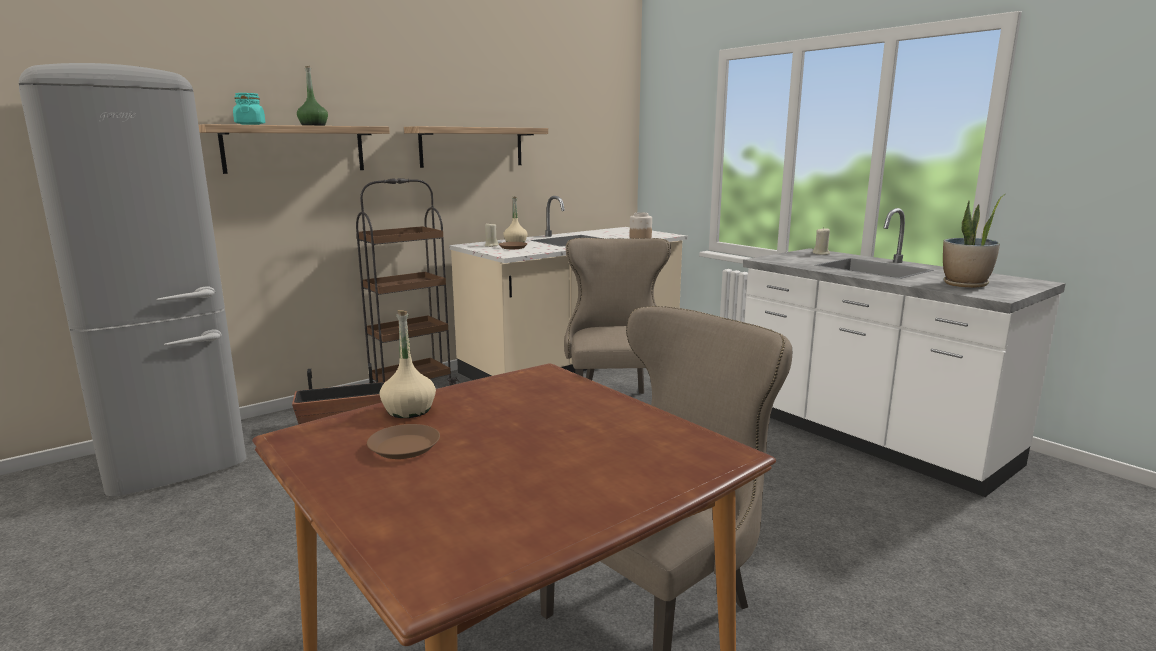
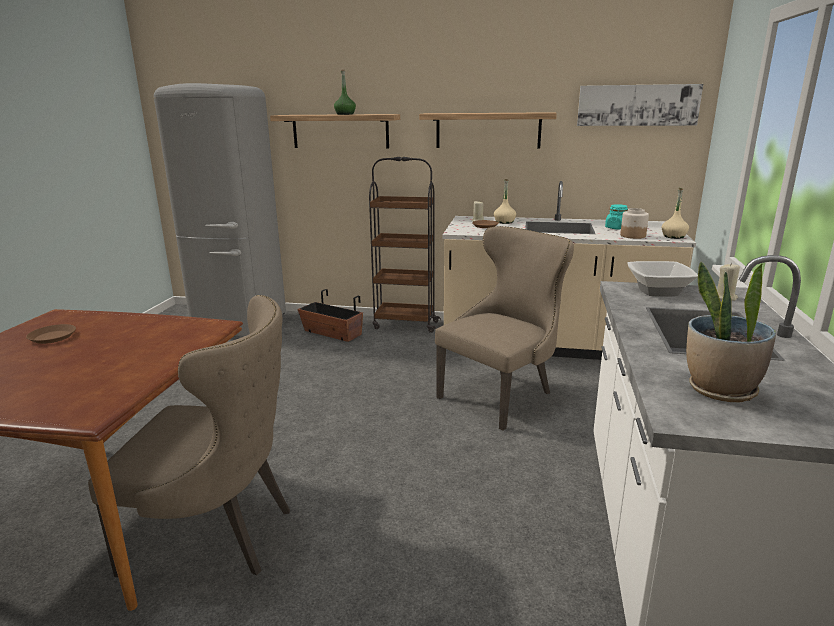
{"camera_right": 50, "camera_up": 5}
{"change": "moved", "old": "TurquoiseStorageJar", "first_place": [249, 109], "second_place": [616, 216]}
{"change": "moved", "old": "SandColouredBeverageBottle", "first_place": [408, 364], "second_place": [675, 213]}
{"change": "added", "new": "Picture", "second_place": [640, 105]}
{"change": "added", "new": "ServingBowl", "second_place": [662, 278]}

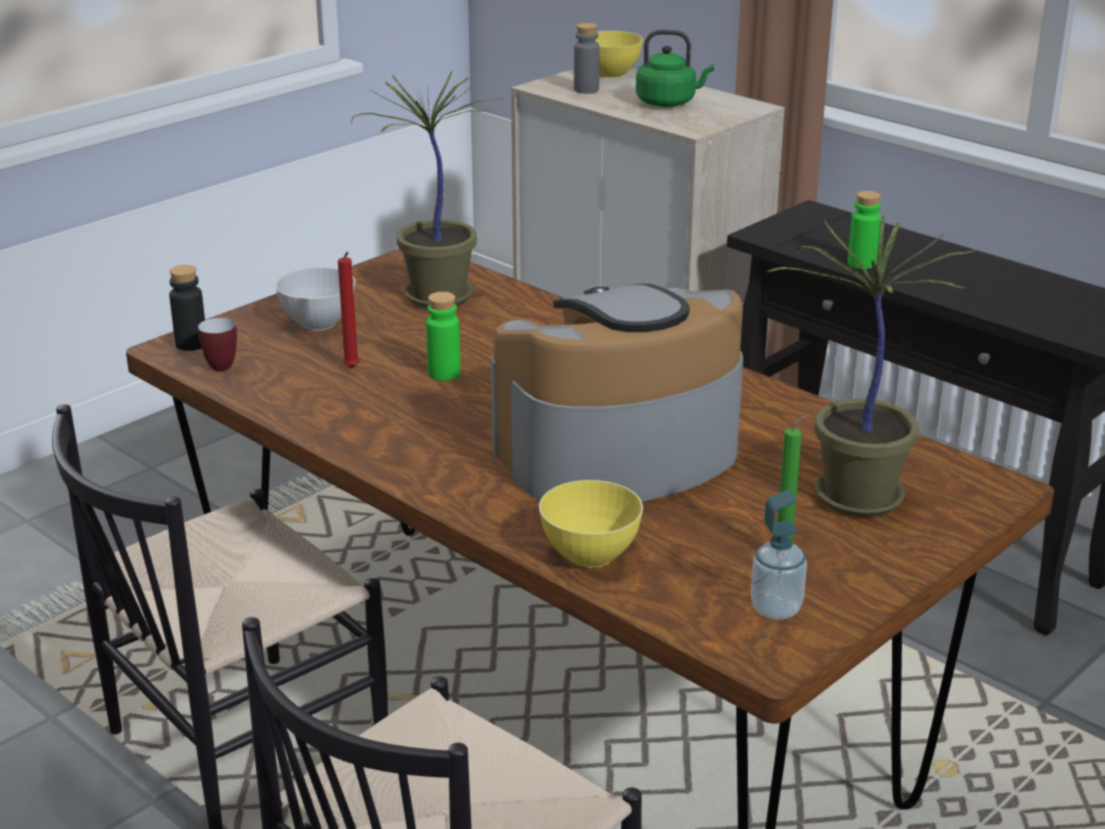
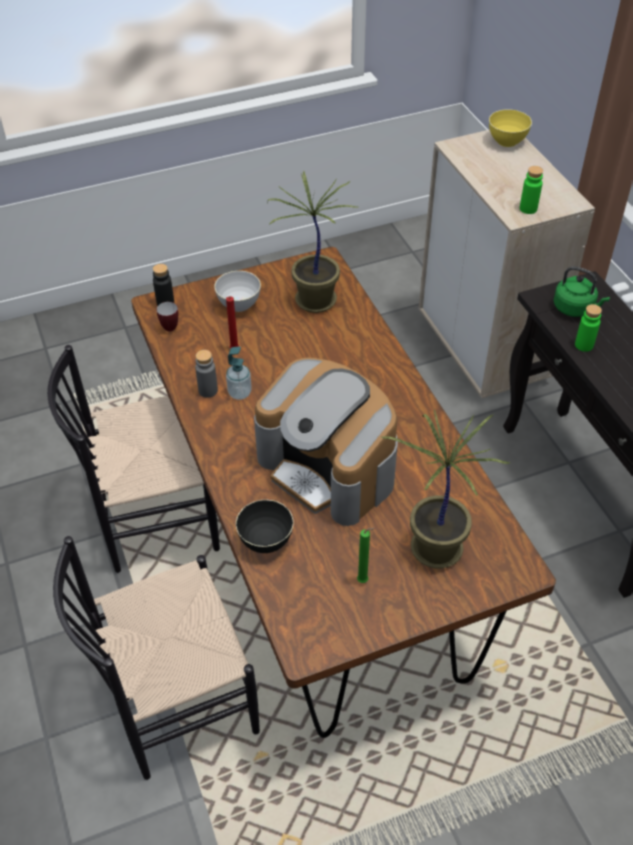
{"camera_right": 25, "camera_up": 20}
{"change": "moved", "old": "GreyishBeverageBottle", "first_place": [587, 58], "second_place": [206, 374]}
{"change": "moved", "old": "GreenKettle", "first_place": [675, 68], "second_place": [581, 291]}
{"change": "turned", "old": "CoffeeMaker", "first_place": [617, 392], "second_place": [326, 441], "degrees": -135}
{"change": "moved", "old": "GreenBeverageBottle", "first_place": [443, 336], "second_place": [531, 190]}
{"change": "recoloured", "old": "YellowServingBowl", "new": "BlackishServingBowl", "first_place": [591, 524], "second_place": [265, 526]}
{"change": "moved", "old": "LiquidSoapBottle", "first_place": [779, 555], "second_place": [239, 373]}

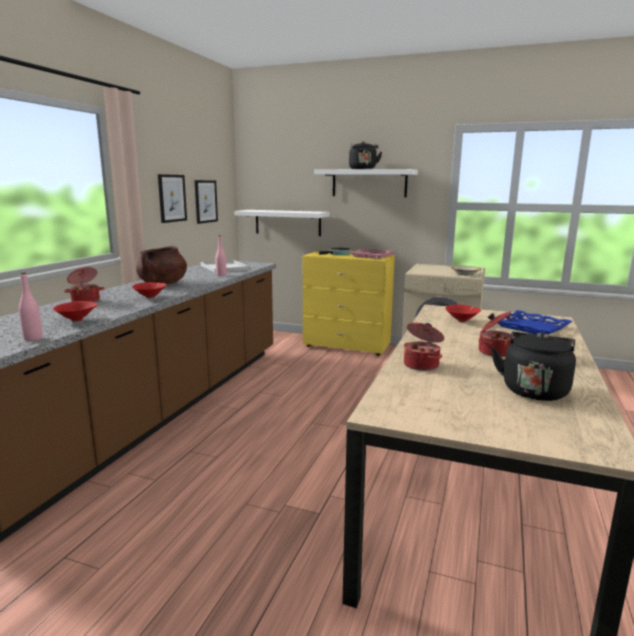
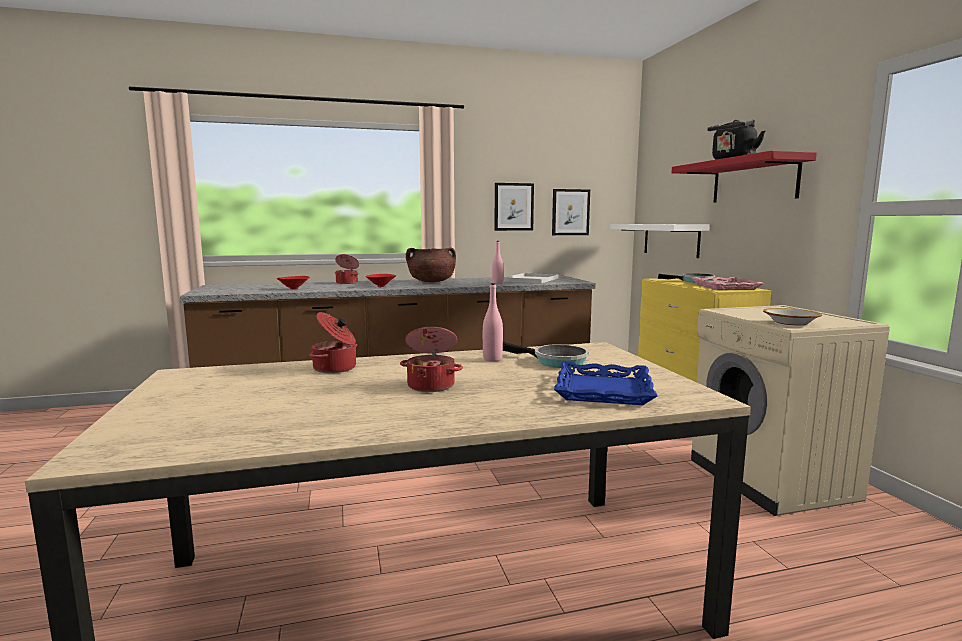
{"camera_right": 55, "camera_up": -5}
{"change": "recoloured", "old": "WhiteColouredBracketShelf", "new": "ReddishBracketShelf", "first_place": [366, 183], "second_place": [744, 176]}
{"change": "moved", "old": "PinkishBeverageBottle", "first_place": [30, 306], "second_place": [493, 322]}
{"change": "replaced", "old": "ReddishServingBowl", "new": "Pan", "first_place": [463, 314], "second_place": [546, 355]}
{"change": "removed", "old": "BlackishKettle", "first_place": [533, 366]}

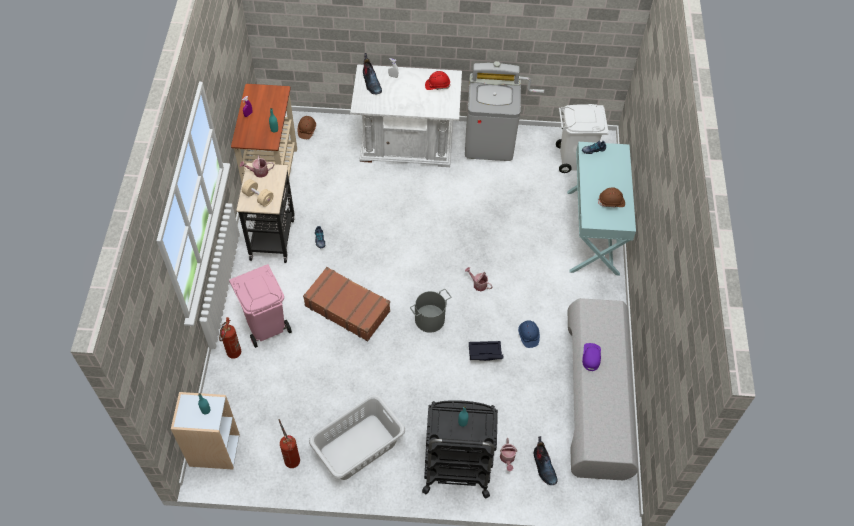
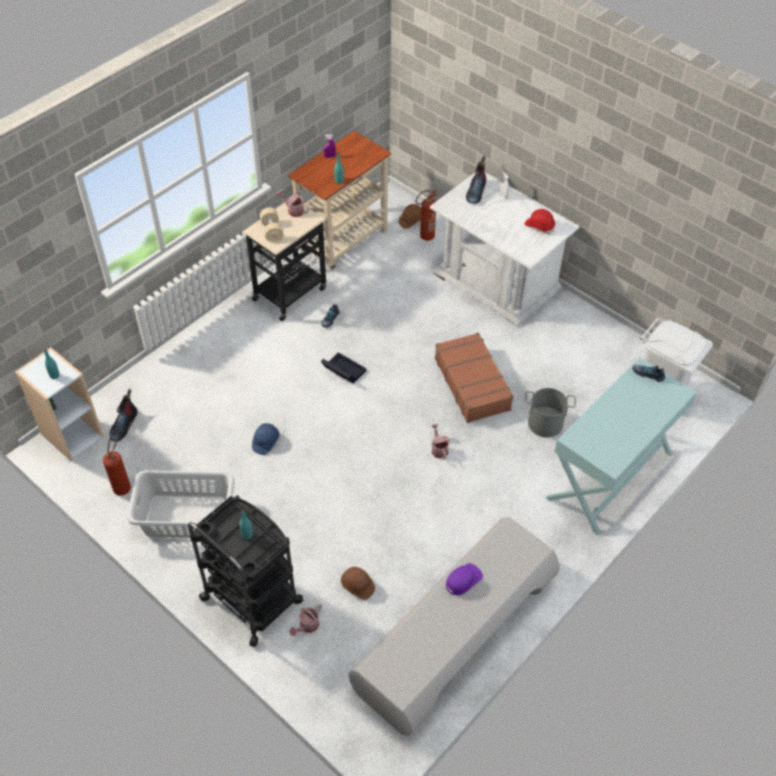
{"camera_right": 40, "camera_up": -5}
{"change": "removed", "old": "GreyishLaundryAppliance", "first_place": [504, 111]}
{"change": "moved", "old": "BrownColouredSafetyHelmet", "first_place": [611, 197], "second_place": [358, 583]}
{"change": "removed", "old": "PinkishRubbishBin", "first_place": [260, 306]}
{"change": "moved", "old": "BrownColouredPieceOfLuggage", "first_place": [346, 304], "second_place": [474, 378]}
{"change": "moved", "old": "GreyishPail", "first_place": [430, 311], "second_place": [550, 413]}
{"change": "moved", "old": "FireExtinguisher", "first_place": [230, 338], "second_place": [427, 215]}
{"change": "moved", "old": "BlueSafetyHelmet", "first_place": [529, 334], "second_place": [266, 439]}
{"change": "moved", "old": "BlackishStorageBin", "first_place": [486, 351], "second_place": [343, 368]}
{"change": "moved", "old": "HighTopBoot", "first_place": [545, 460], "second_place": [124, 415]}

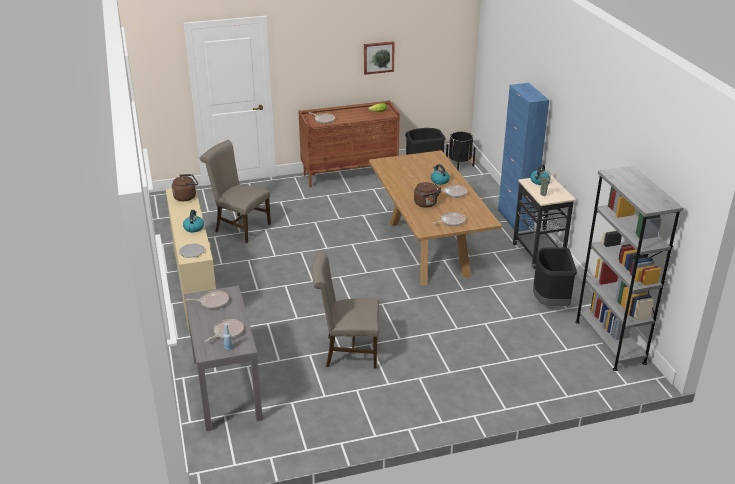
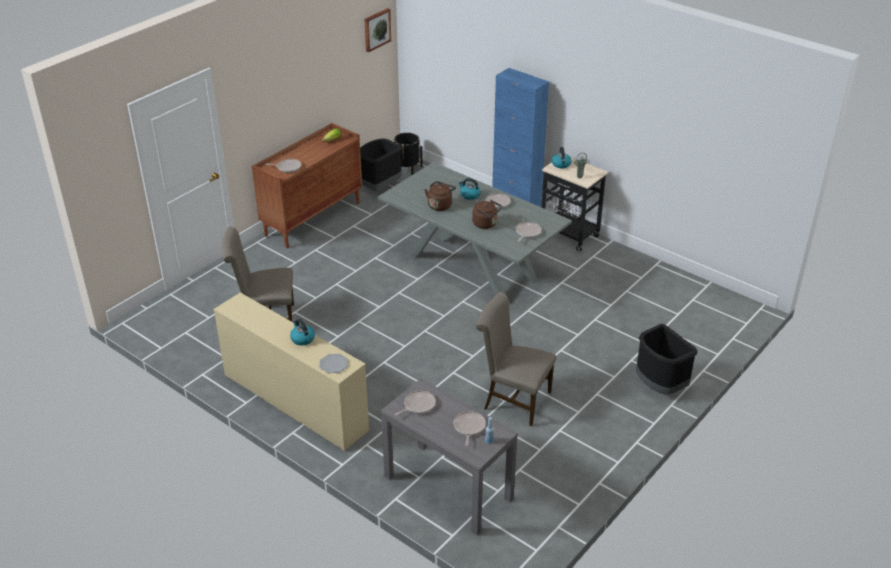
{"camera_right": -35, "camera_up": 5}
{"change": "moved", "old": "Picture", "first_place": [379, 58], "second_place": [378, 30]}
{"change": "recoloured", "old": "BrownColouredDiningTable", "new": "GreyishDiningTable", "first_place": [435, 217], "second_place": [475, 233]}
{"change": "removed", "old": "GreyishShelvingUnit", "first_place": [629, 268]}
{"change": "moved", "old": "BrownColouredKettle", "first_place": [185, 187], "second_place": [440, 196]}
{"change": "moved", "old": "BlackishRubbishBin", "first_place": [555, 276], "second_place": [667, 359]}
{"change": "turned", "old": "SandColouredPlainChair", "first_place": [345, 310], "second_place": [516, 359], "degrees": 60}

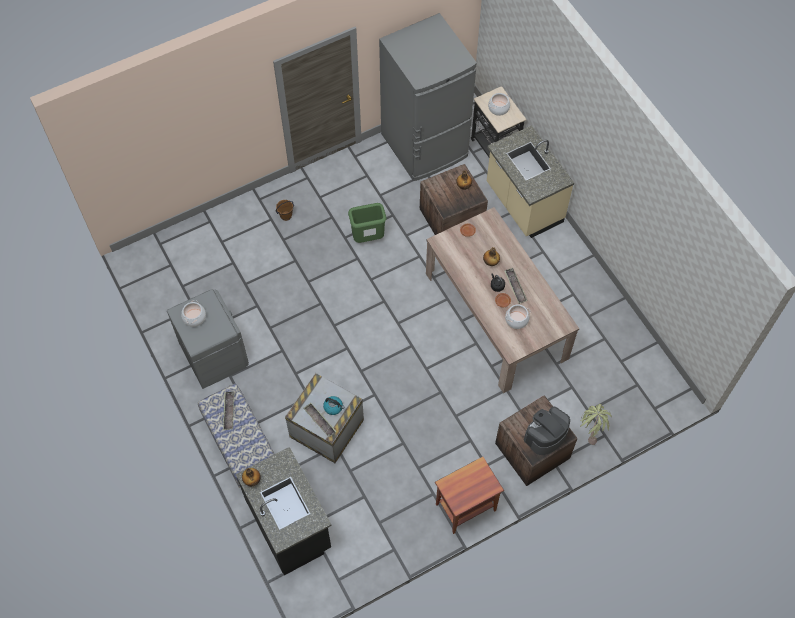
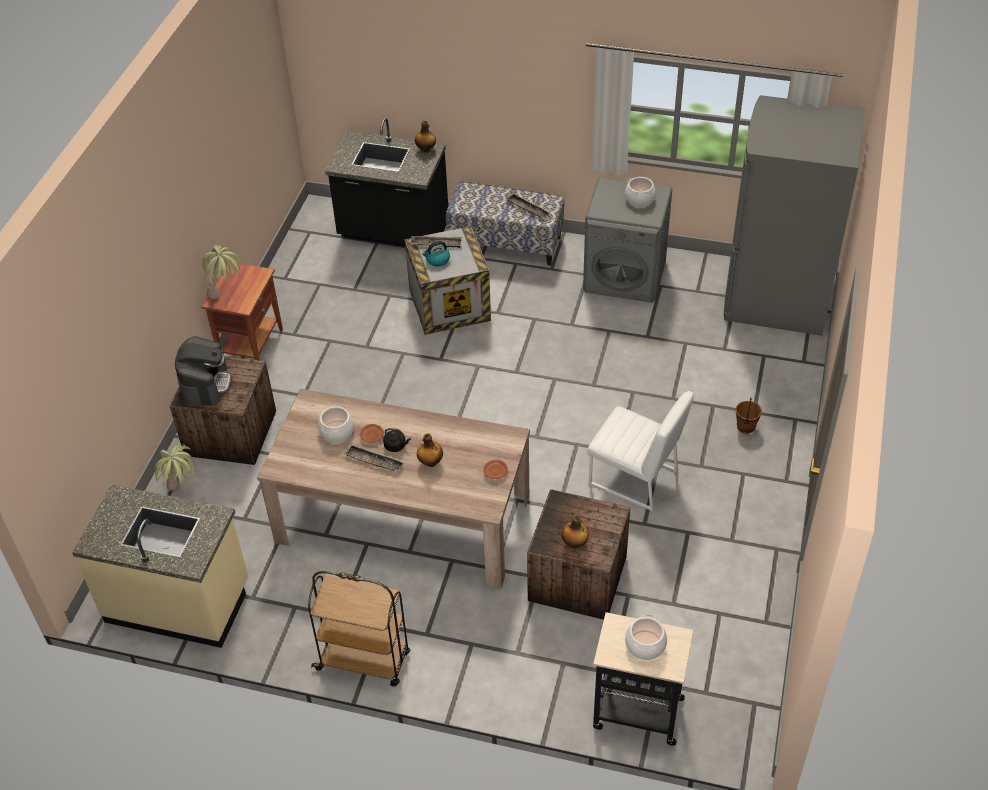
{"camera_right": 135, "camera_up": -15}
{"change": "moved", "old": "GreyishKitchenFridge", "first_place": [428, 97], "second_place": [795, 215]}
{"change": "moved", "old": "SandColouredKitchenBaseUnit", "first_place": [530, 181], "second_place": [160, 566]}
{"change": "replaced", "old": "GreenRubbishBin", "new": "WhiteColouredPlainChair", "first_place": [367, 223], "second_place": [641, 451]}
{"change": "added", "new": "PottedPlant", "second_place": [221, 272]}
{"change": "added", "new": "BrownColouredTrolley", "second_place": [359, 629]}

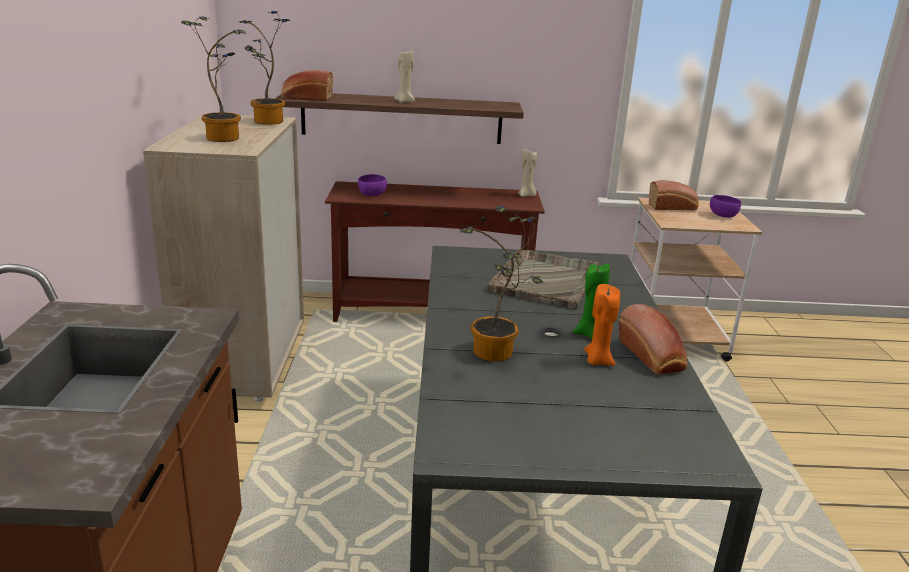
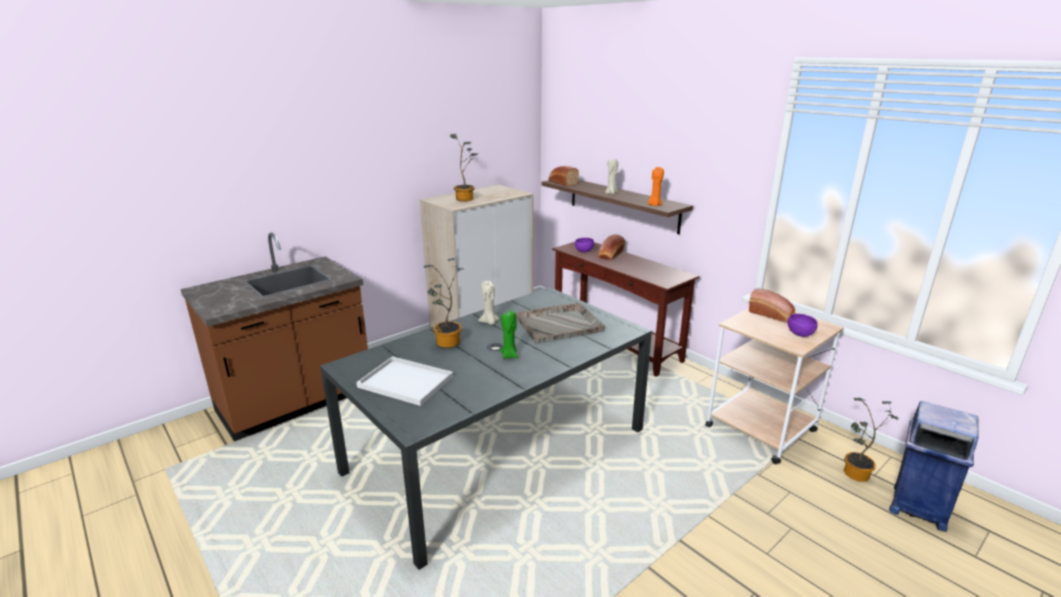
{"camera_right": 50, "camera_up": 0}
{"change": "moved", "old": "PottedPlant", "first_place": [264, 68], "second_place": [871, 440]}
{"change": "moved", "old": "SandColouredWaxCandle", "first_place": [527, 173], "second_place": [489, 303]}
{"change": "moved", "old": "OrangeColouredWaxCandle", "first_place": [602, 325], "second_place": [656, 186]}
{"change": "moved", "old": "BakedBread", "first_place": [653, 339], "second_place": [611, 247]}
{"change": "added", "new": "WhiteColouredCarryingTray", "second_place": [404, 381]}
{"change": "added", "new": "BlueRubbishBin", "second_place": [934, 466]}

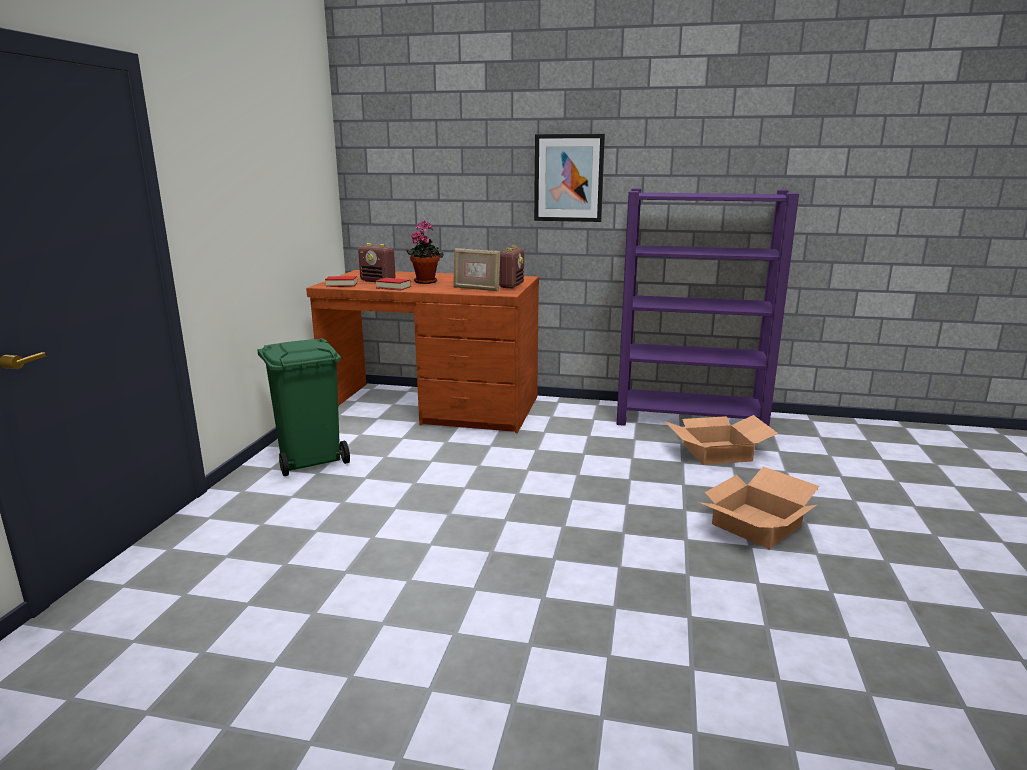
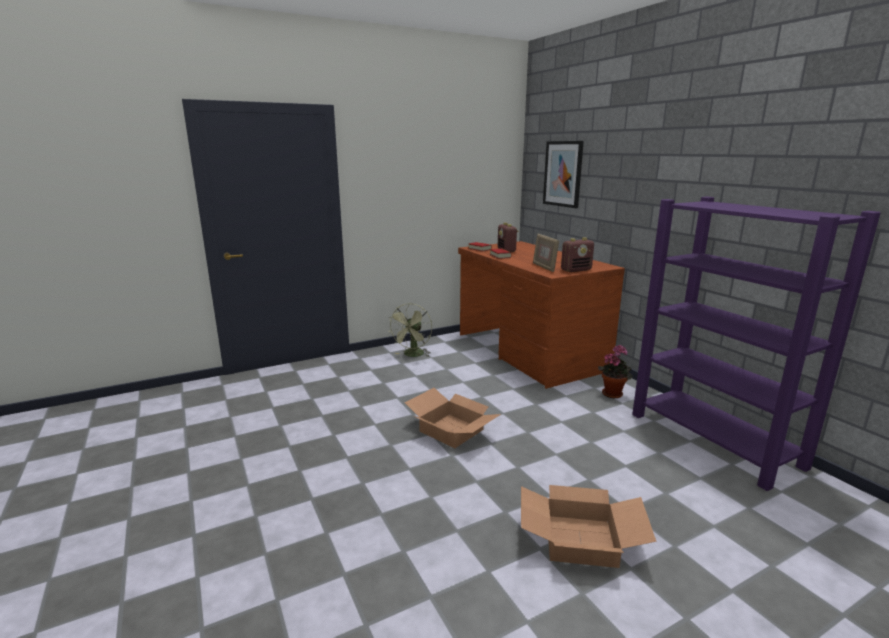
{"camera_right": 50, "camera_up": 0}
{"change": "moved", "old": "Picture", "first_place": [569, 178], "second_place": [563, 174]}
{"change": "moved", "old": "PottedPlant", "first_place": [425, 252], "second_place": [615, 371]}
{"change": "replaced", "old": "GreenRubbishBin", "new": "GreenCoolingFan", "first_place": [303, 407], "second_place": [410, 330]}
{"change": "moved", "old": "Carton", "first_place": [721, 440], "second_place": [452, 418]}

